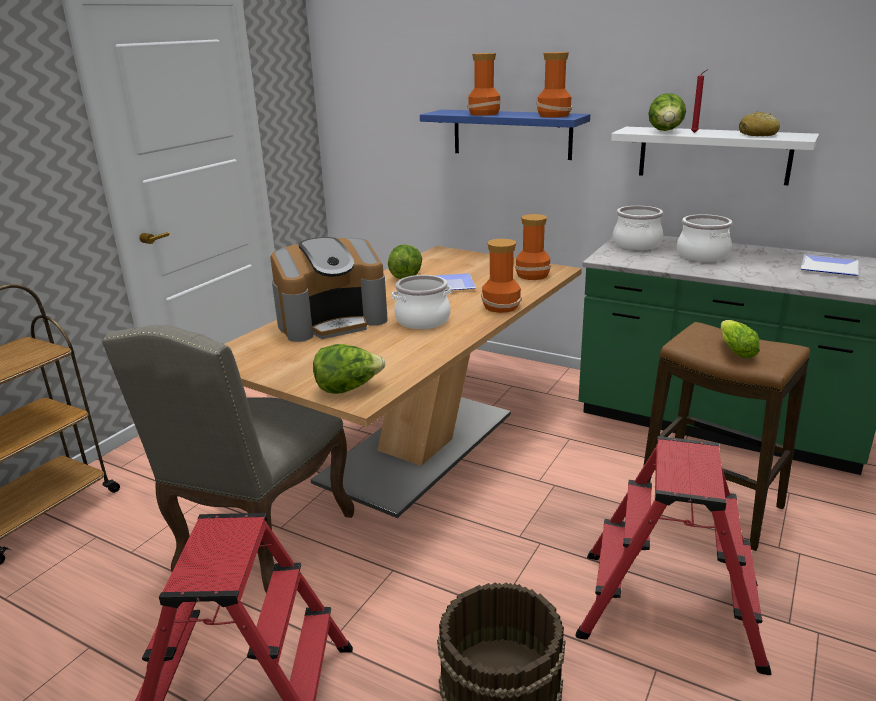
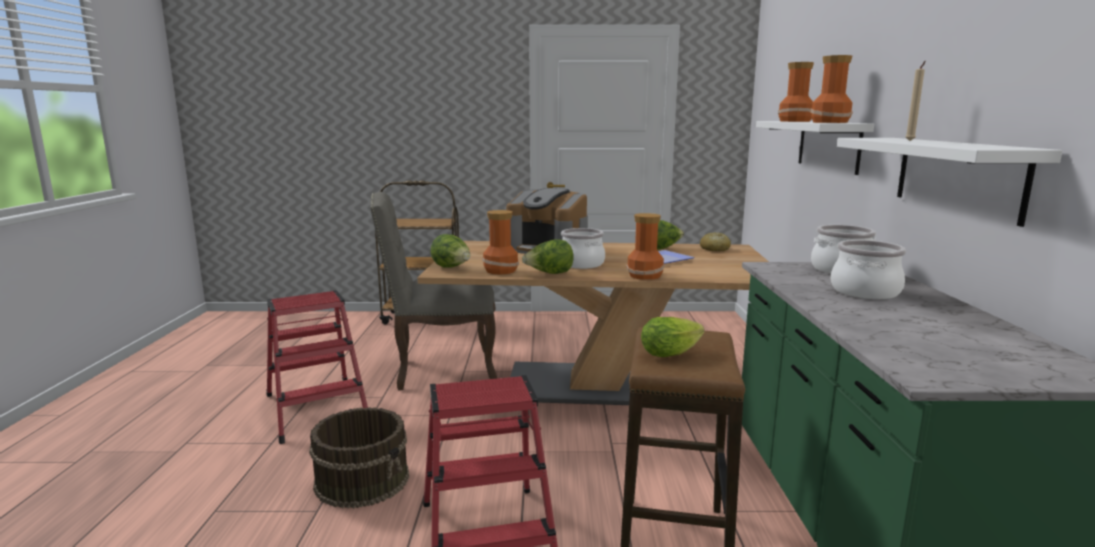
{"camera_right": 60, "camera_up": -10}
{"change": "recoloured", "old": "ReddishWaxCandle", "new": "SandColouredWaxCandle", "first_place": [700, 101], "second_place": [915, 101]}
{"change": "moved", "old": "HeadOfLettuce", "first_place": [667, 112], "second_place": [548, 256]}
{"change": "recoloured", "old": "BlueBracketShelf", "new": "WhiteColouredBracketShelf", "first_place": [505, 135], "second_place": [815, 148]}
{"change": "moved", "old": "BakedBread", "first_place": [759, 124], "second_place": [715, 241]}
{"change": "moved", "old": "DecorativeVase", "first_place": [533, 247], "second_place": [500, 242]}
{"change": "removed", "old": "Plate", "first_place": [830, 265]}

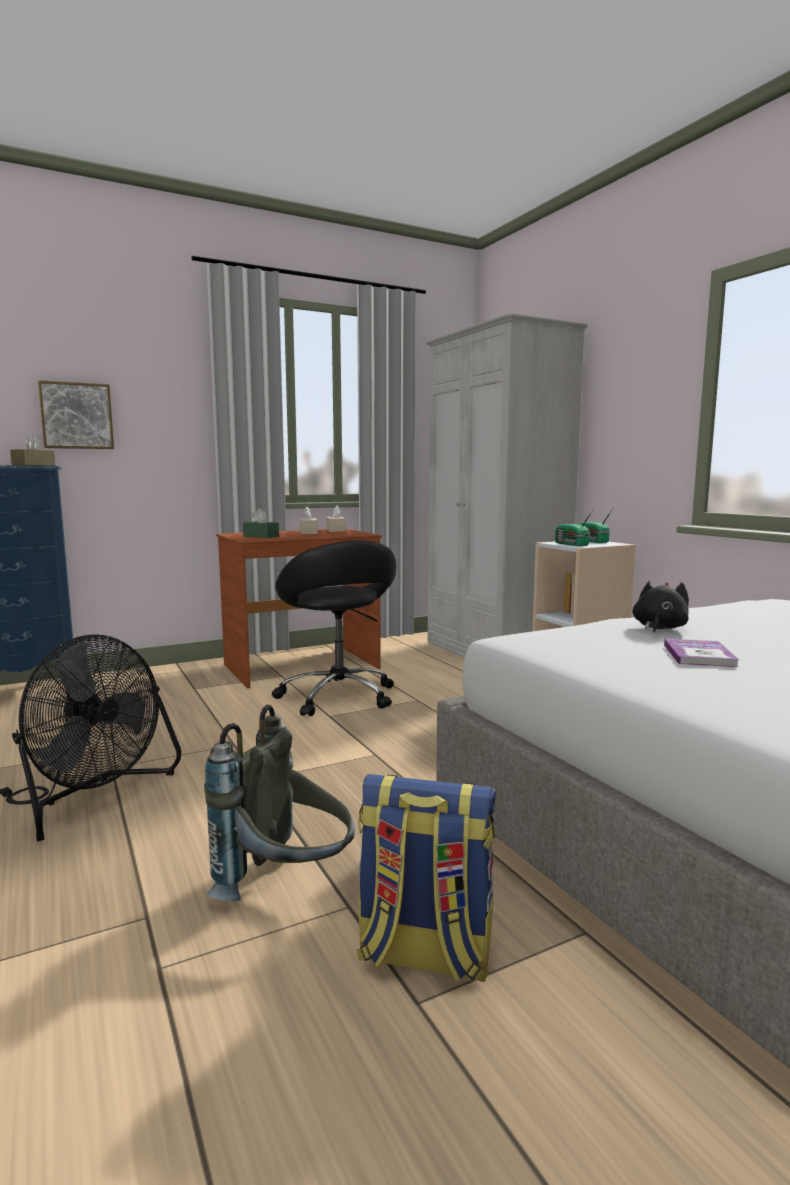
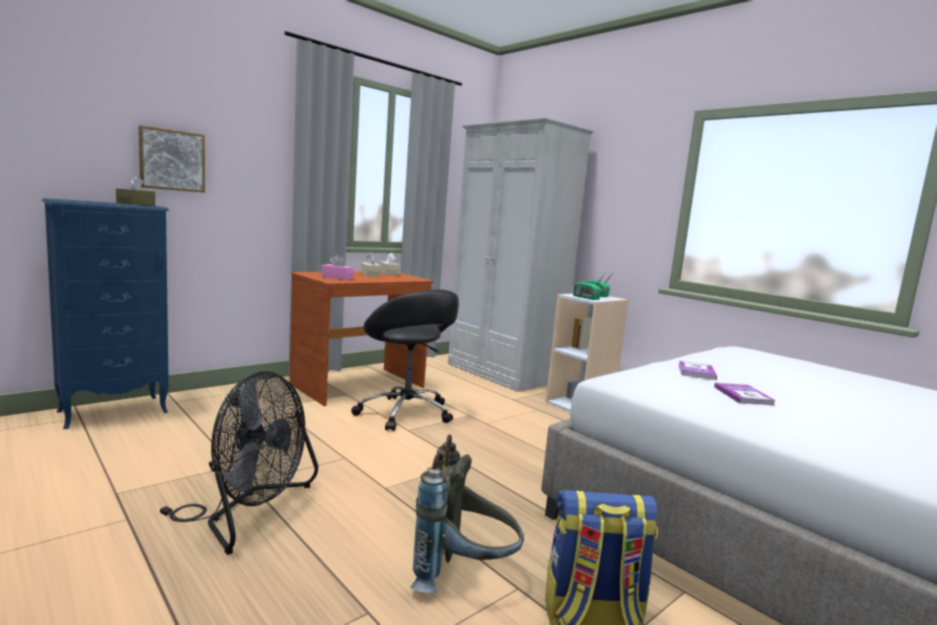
{"camera_right": -15, "camera_up": 0}
{"change": "recoloured", "old": "GreenTissueBox", "new": "PinkishTissueBox", "first_place": [261, 523], "second_place": [338, 267]}
{"change": "replaced", "old": "BlackishPlushToy", "new": "Book", "first_place": [660, 607], "second_place": [698, 370]}

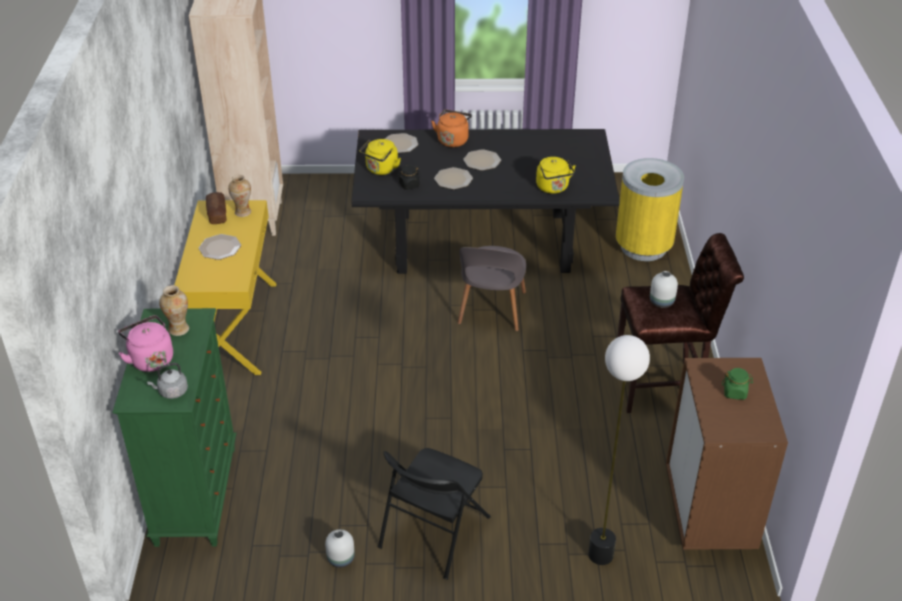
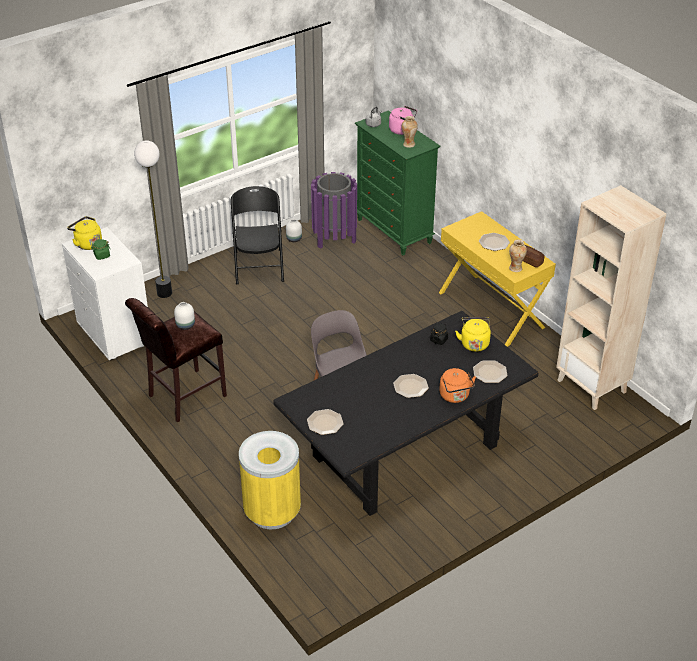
{"camera_right": 145, "camera_up": 0}
{"change": "moved", "old": "YellowKettle", "first_place": [556, 175], "second_place": [84, 233]}
{"change": "moved", "old": "Plate", "first_place": [453, 178], "second_place": [325, 422]}
{"change": "recoloured", "old": "BrownColouredCabinet", "new": "WhiteColouredCabinet", "first_place": [727, 454], "second_place": [105, 293]}
{"change": "added", "new": "PurpleRubbishBin", "second_place": [334, 210]}

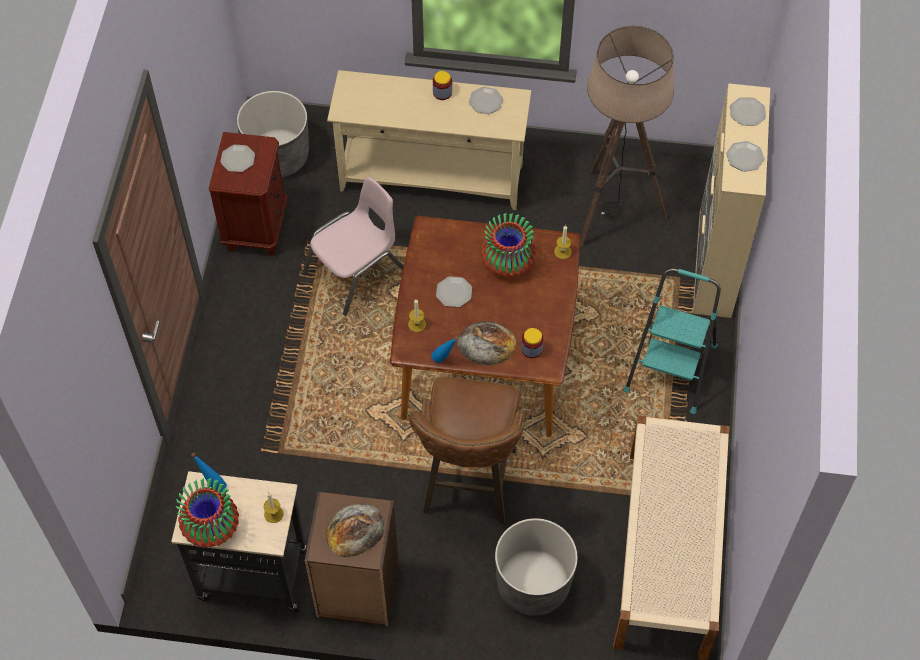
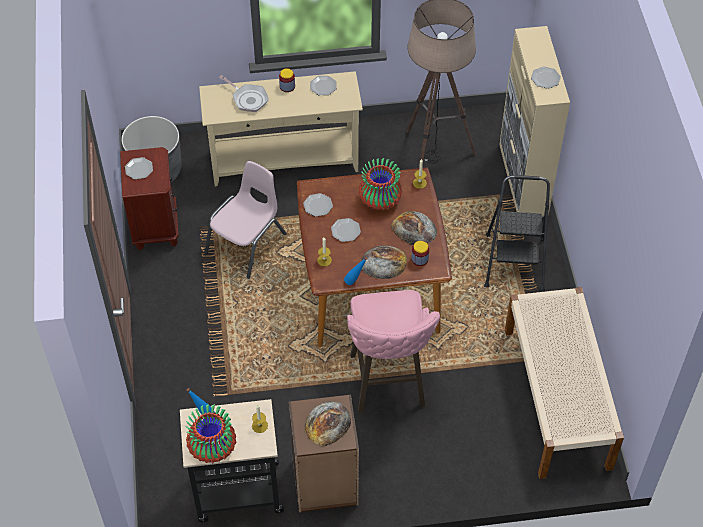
{"camera_right": -15, "camera_up": -5}
{"change": "moved", "old": "Plate", "first_place": [748, 111], "second_place": [318, 205]}
{"change": "recoloured", "old": "TurquoiseStepStool", "new": "BlackishStepStool", "first_place": [672, 341], "second_place": [517, 233]}
{"change": "recoloured", "old": "BrownColouredStool", "new": "PinkishStool", "first_place": [466, 450], "second_place": [393, 351]}
{"change": "removed", "old": "GreyishPlanter", "first_place": [536, 567]}
{"change": "added", "new": "Pan", "second_place": [244, 93]}
{"change": "added", "new": "BakedBread", "second_place": [414, 228]}

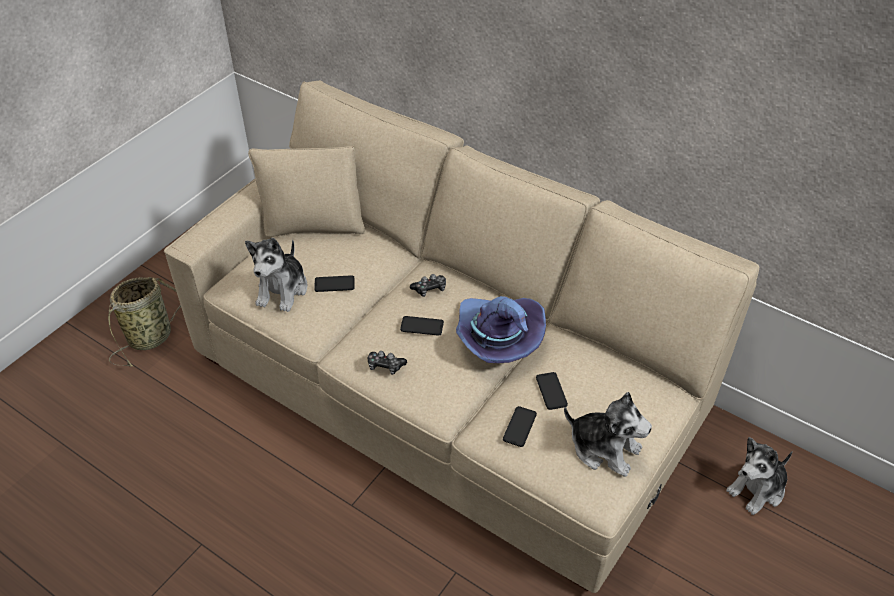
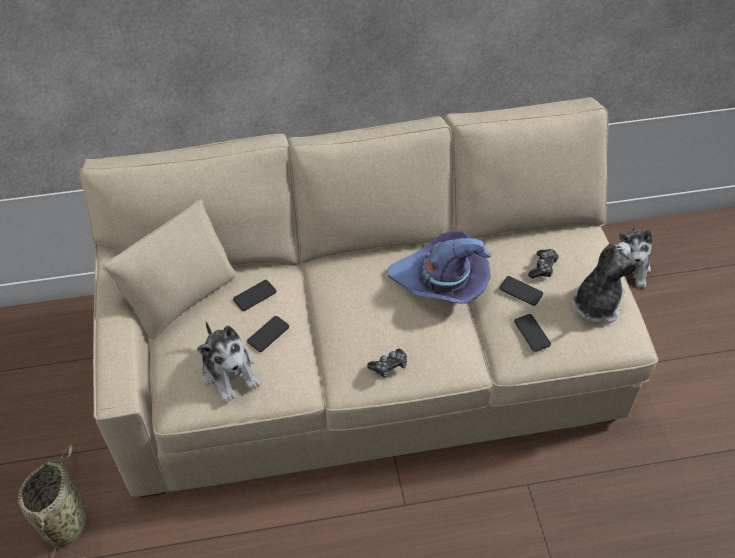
{"camera_right": -45, "camera_up": 5}
{"change": "moved", "old": "Joypad", "first_place": [428, 285], "second_place": [543, 263]}
{"change": "moved", "old": "Handset", "first_place": [422, 326], "second_place": [254, 295]}
{"change": "turned", "old": "PlushToy", "first_place": [608, 434], "second_place": [606, 283], "degrees": -45}

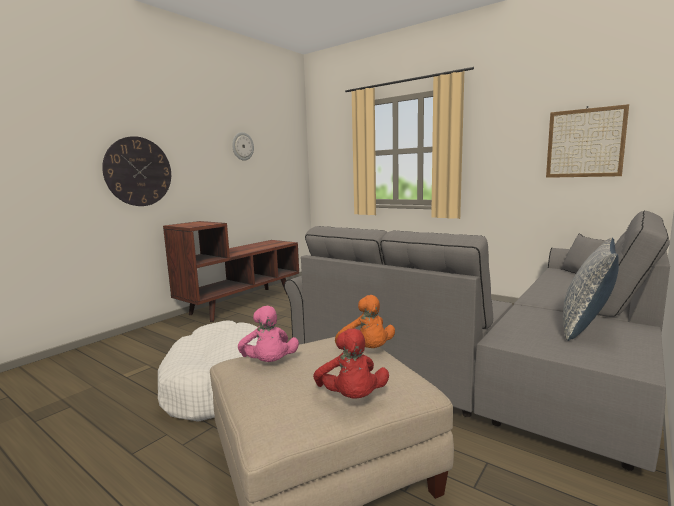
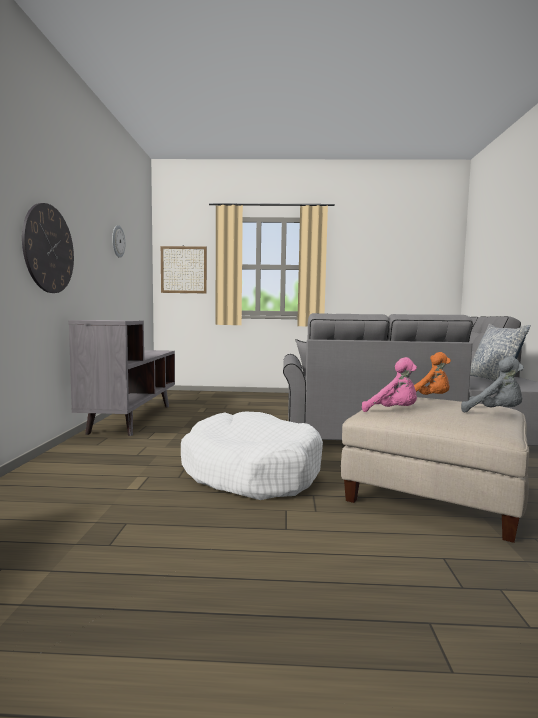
{"camera_right": -35, "camera_up": -5}
{"change": "moved", "old": "Picture", "first_place": [587, 141], "second_place": [184, 269]}
{"change": "recoloured", "old": "BrownColouredTvUnit", "new": "GreyishTvUnit", "first_place": [231, 271], "second_place": [122, 378]}
{"change": "recoloured", "old": "ReddishPlushToy", "new": "GreyishPlushToy", "first_place": [351, 363], "second_place": [492, 384]}

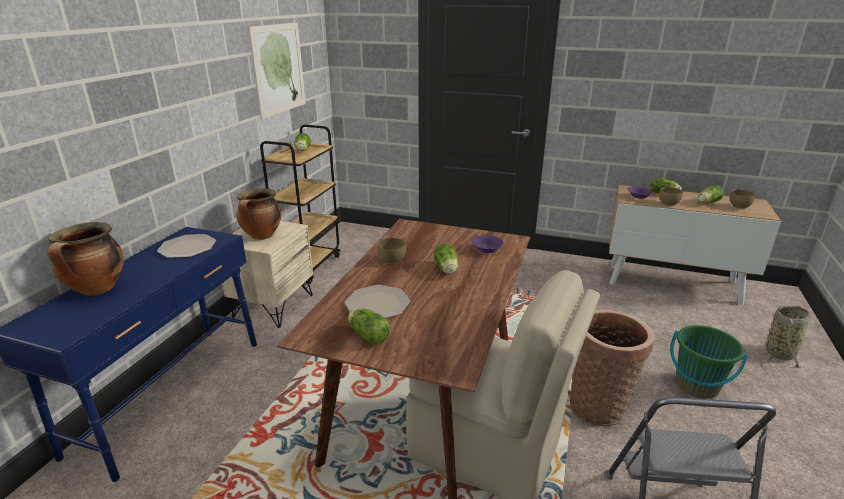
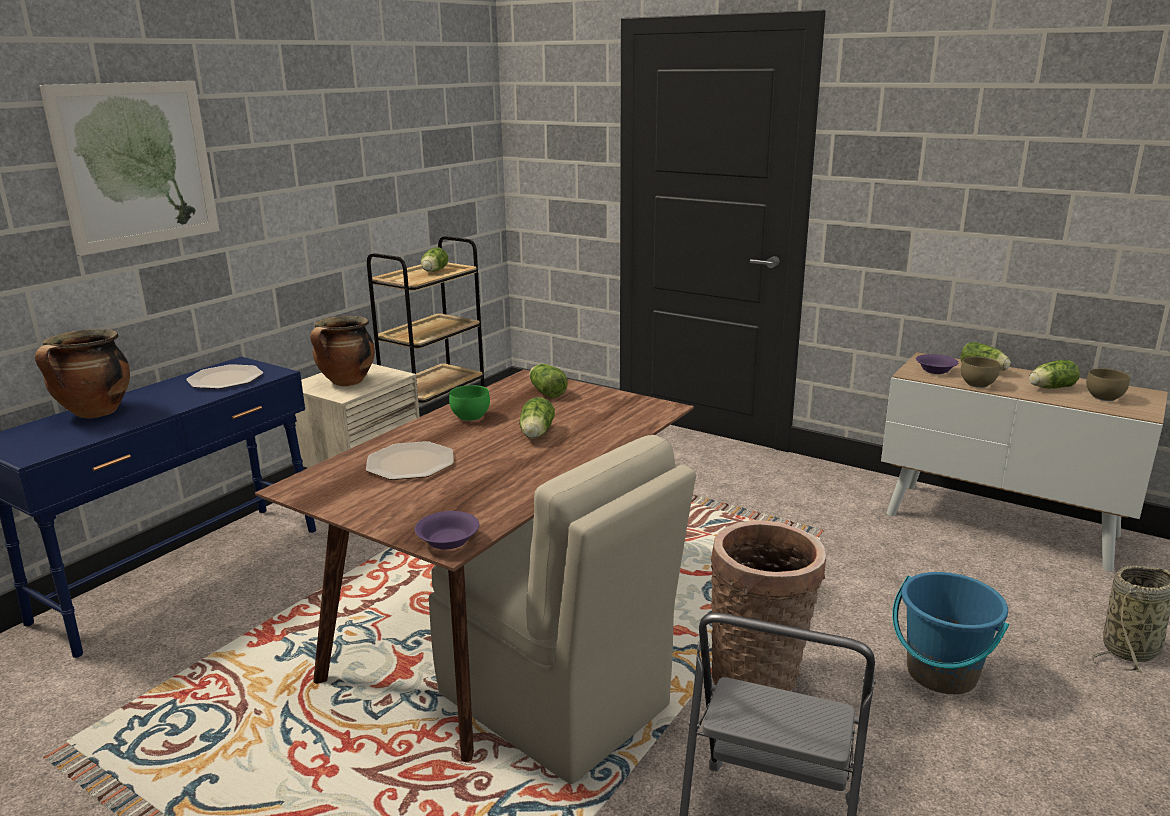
{"camera_right": 15, "camera_up": -5}
{"change": "moved", "old": "Picture", "first_place": [277, 70], "second_place": [129, 168]}
{"change": "moved", "old": "PurpleServingBowl", "first_place": [487, 244], "second_place": [447, 530]}
{"change": "recoloured", "old": "BrownColouredServingBowl", "new": "GreenServingBowl", "first_place": [391, 251], "second_place": [469, 403]}
{"change": "moved", "old": "HeadOfLettuce", "first_place": [369, 326], "second_place": [548, 381]}
{"change": "recoloured", "old": "GreenPail", "new": "BluePail", "first_place": [709, 362], "second_place": [950, 633]}

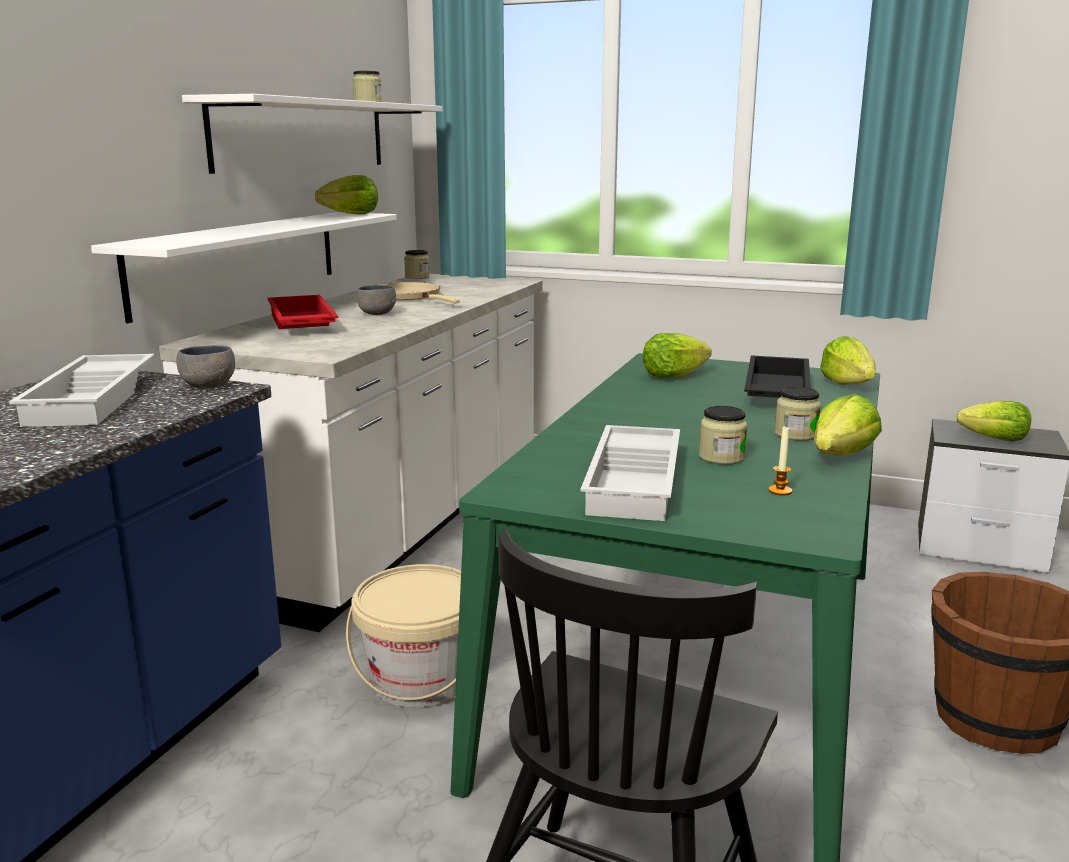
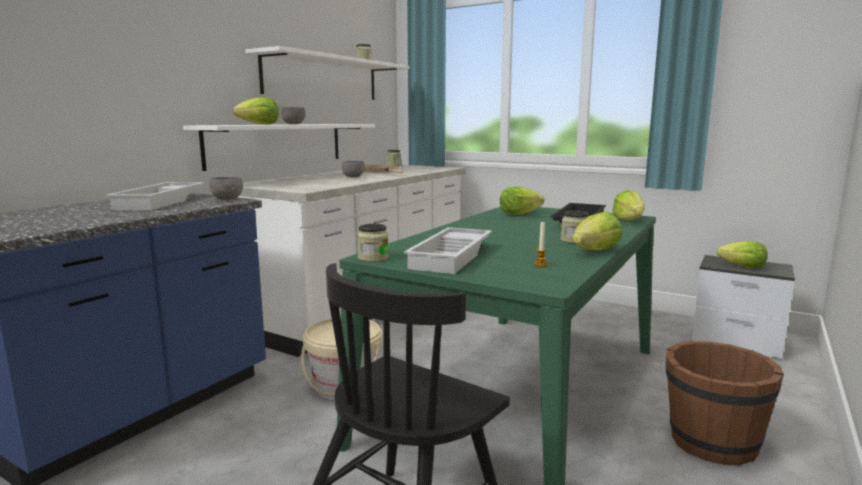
{"camera_right": 10, "camera_up": -5}
{"change": "moved", "old": "HeadOfLettuce", "first_place": [346, 195], "second_place": [256, 111]}
{"change": "removed", "old": "ReddishCarryingTray", "first_place": [302, 312]}
{"change": "moved", "old": "StorageJar", "first_place": [723, 435], "second_place": [373, 243]}
{"change": "added", "new": "GreyishServingBowl", "second_place": [293, 115]}

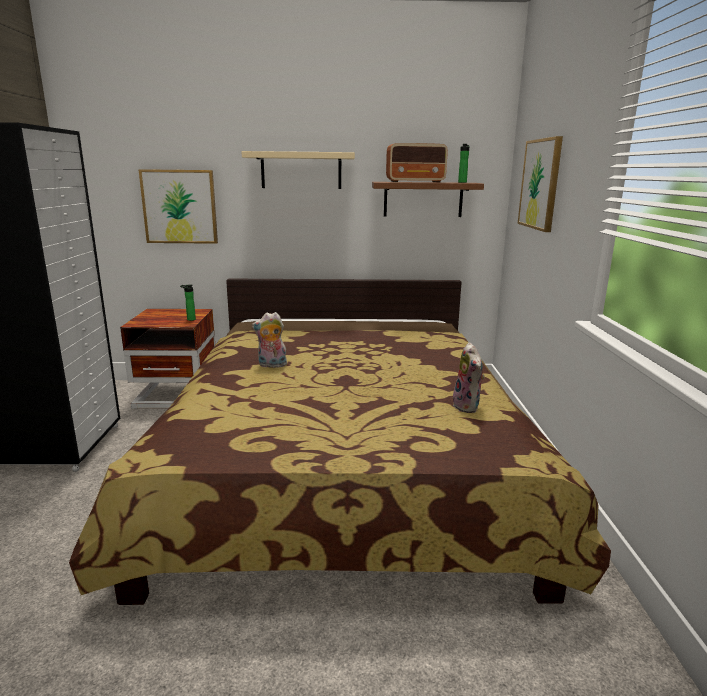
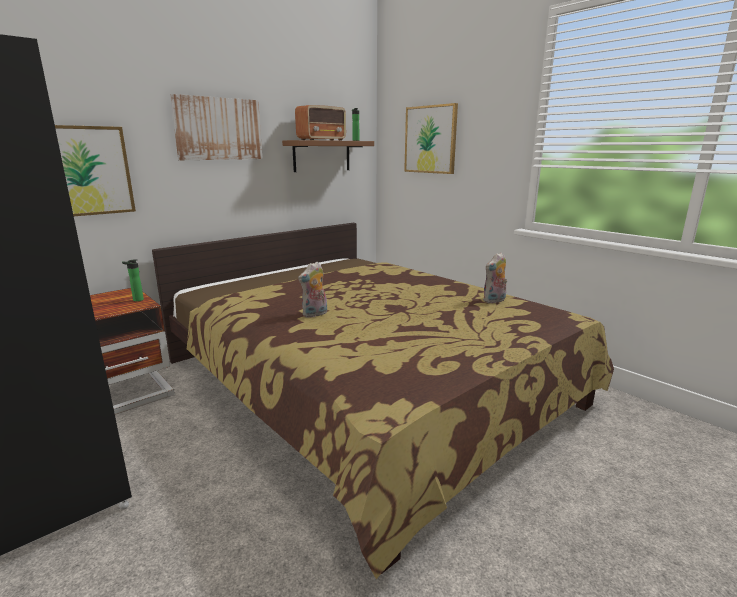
{"camera_right": -40, "camera_up": 0}
{"change": "replaced", "old": "SandColouredBracketShelf", "new": "Picture", "first_place": [298, 170], "second_place": [216, 127]}
{"change": "turned", "old": "PlushToy", "first_place": [469, 377], "second_place": [495, 277], "degrees": 105}

